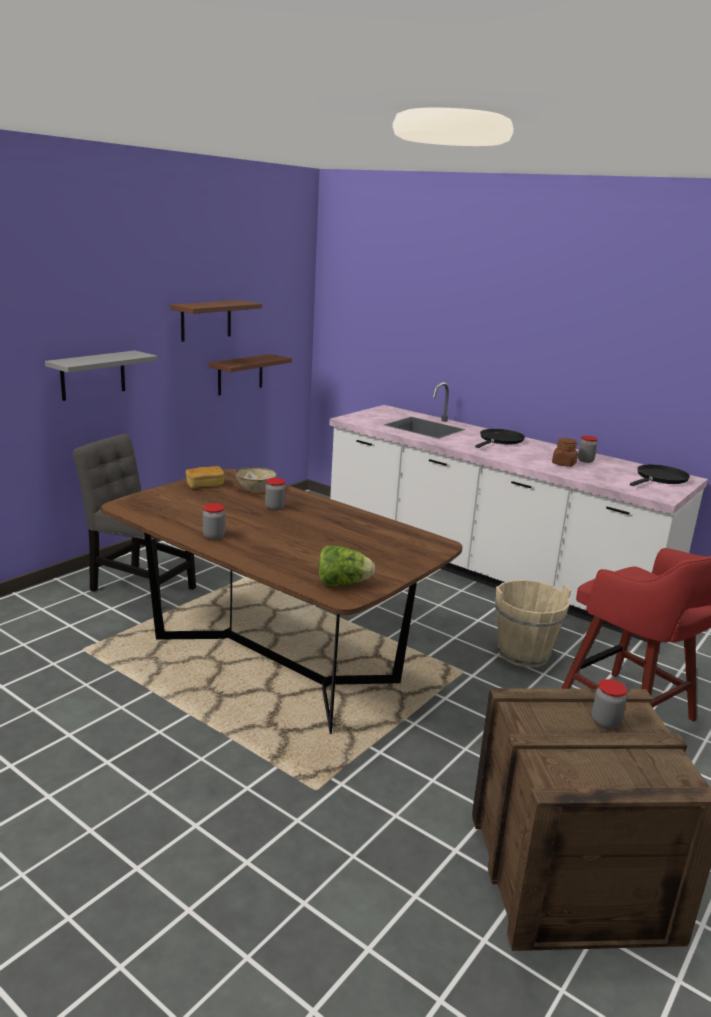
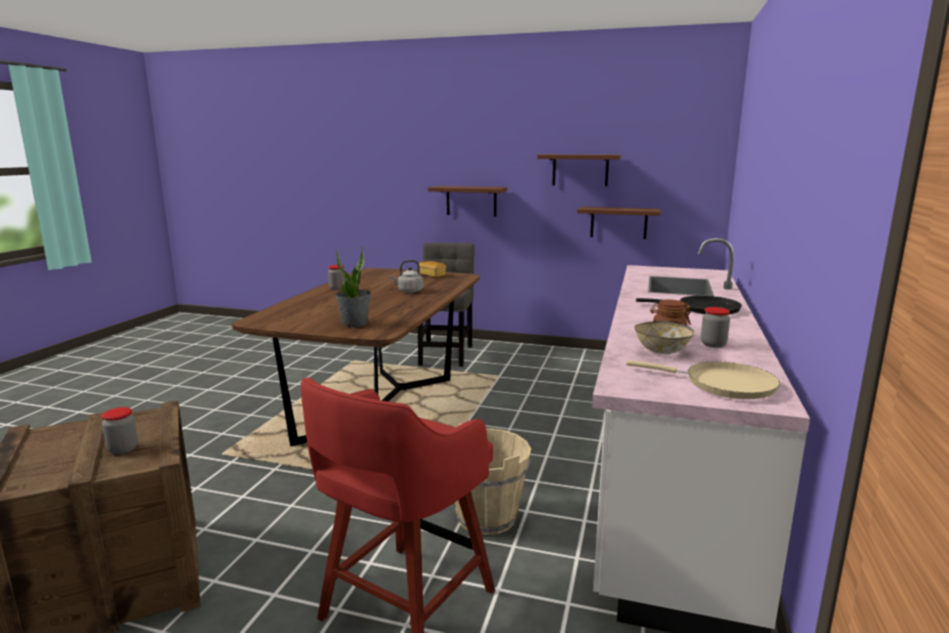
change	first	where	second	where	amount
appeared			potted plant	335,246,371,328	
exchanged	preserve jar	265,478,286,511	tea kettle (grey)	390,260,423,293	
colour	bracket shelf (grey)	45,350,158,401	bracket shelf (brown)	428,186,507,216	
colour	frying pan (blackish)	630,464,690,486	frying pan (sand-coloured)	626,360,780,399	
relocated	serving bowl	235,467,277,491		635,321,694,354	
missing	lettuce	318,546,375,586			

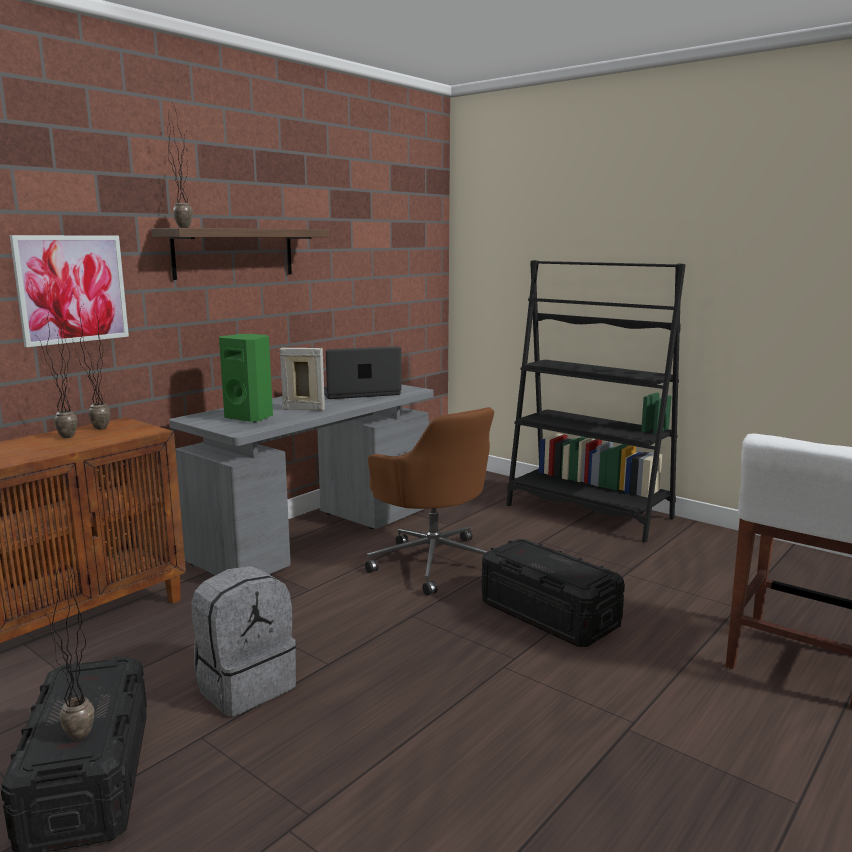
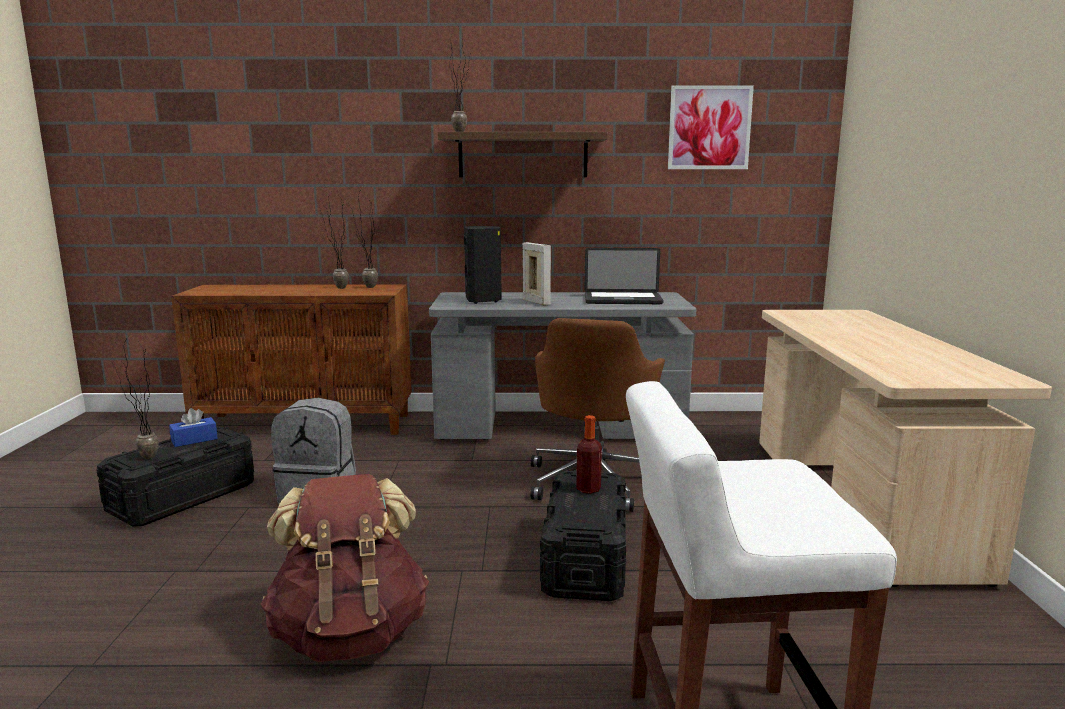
change	first	where	second	where	amount
appeared			tissue box (bluish)	169,408,218,447	
appeared			rucksack (brown)	261,474,429,662	
colour	loudspeaker (green-coloured)	219,334,273,423	loudspeaker (blackish)	464,226,502,304	
appeared			bottle	576,415,602,494	
spun	notebook computer	324,346,402,399		584,248,663,304	150 degrees clockwise
relocated	picture	10,235,129,347		668,85,754,169	
exchanged	shelving unit (blackish)	506,260,686,542	desk table (sand-coloured)	759,310,1052,587	

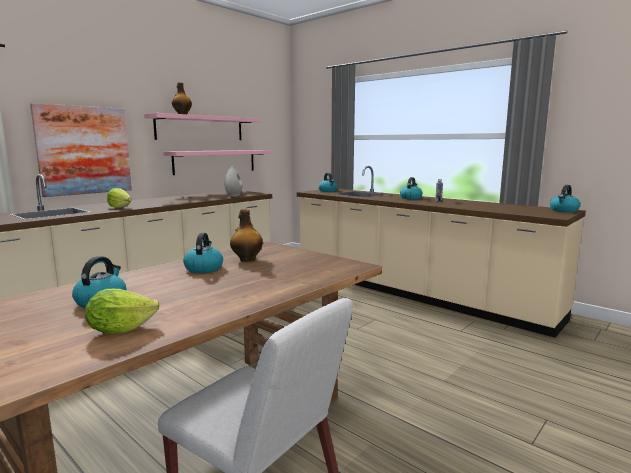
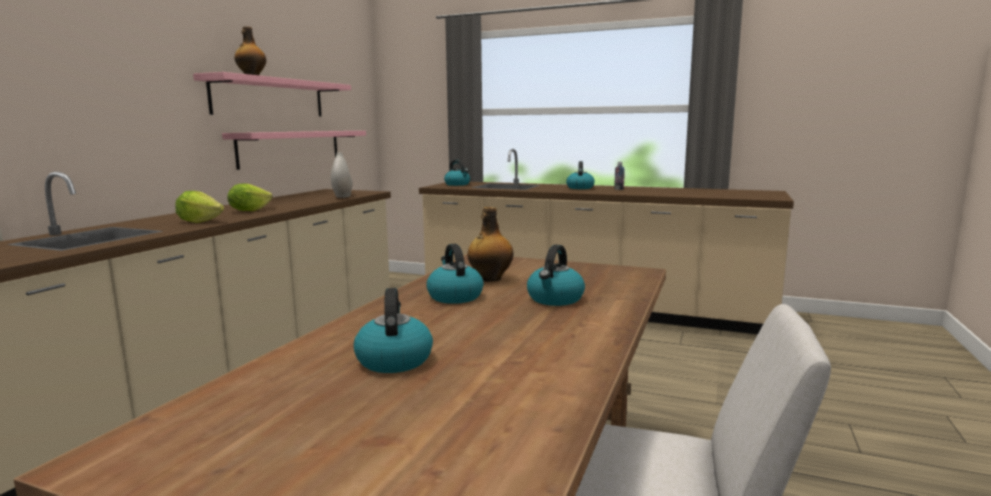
change	first	where	second	where	amount
relocated	lettuce	85,289,160,334		228,184,273,211	
relocated	tea kettle	550,185,581,212		527,245,585,306	
missing	picture	30,103,132,197			

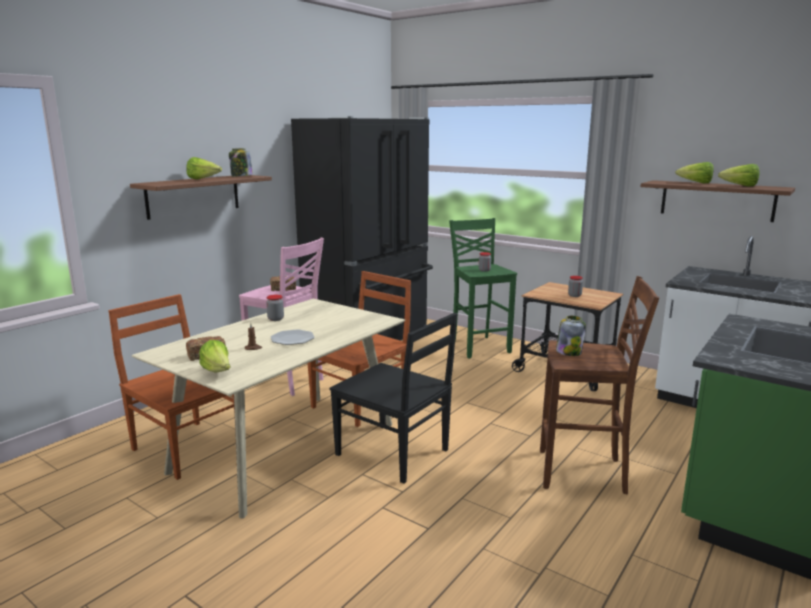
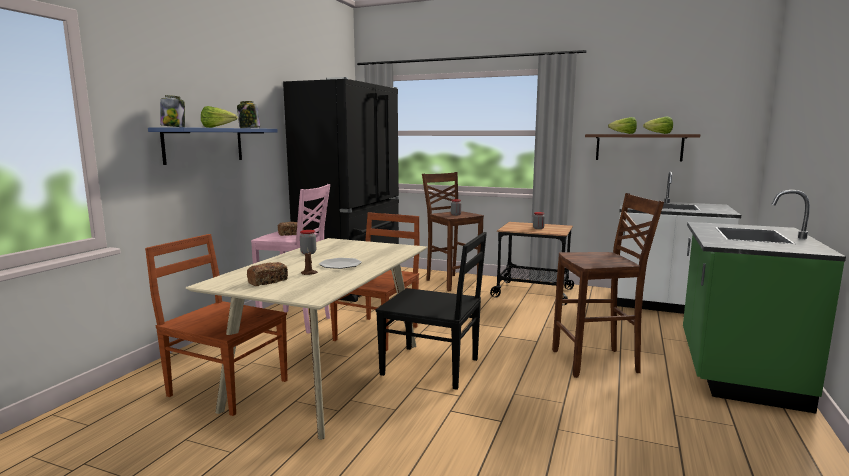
change	first	where	second	where	amount
colour	bracket shelf (brown)	130,175,272,220	bracket shelf (bluish)	148,127,278,165	
relocated	preserve jar	556,316,586,356		160,95,185,127	
colour	stool (green-coloured)	449,218,517,359	stool (brown)	422,172,484,291	
missing	lettuce	199,340,230,372			

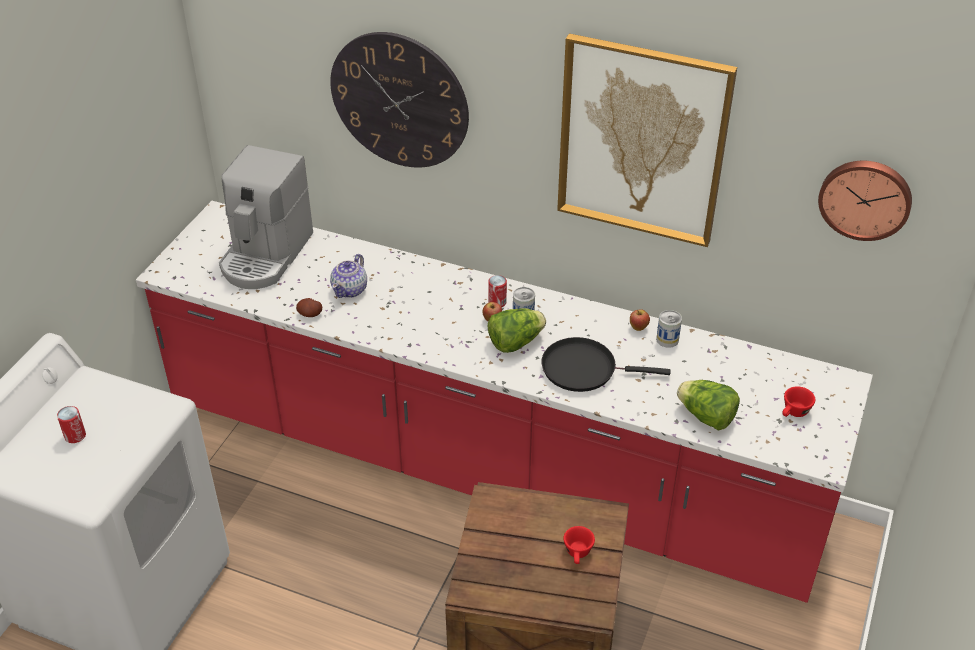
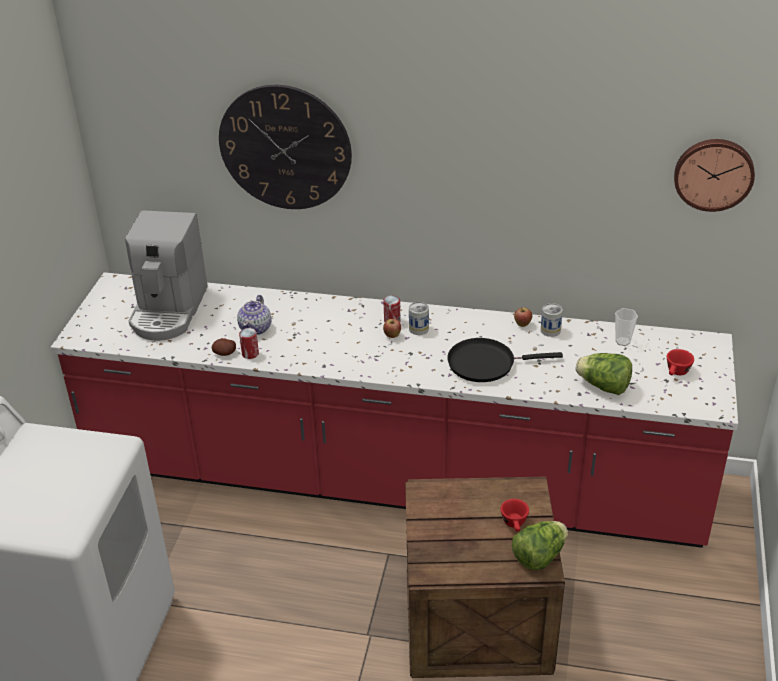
change	first	where	second	where	amount
relocated	sealed can	57,406,86,443		239,328,259,359	
relocated	lettuce	488,308,546,353		512,521,568,570	
appeared			cup	615,308,638,346	
missing	picture	557,33,737,247			

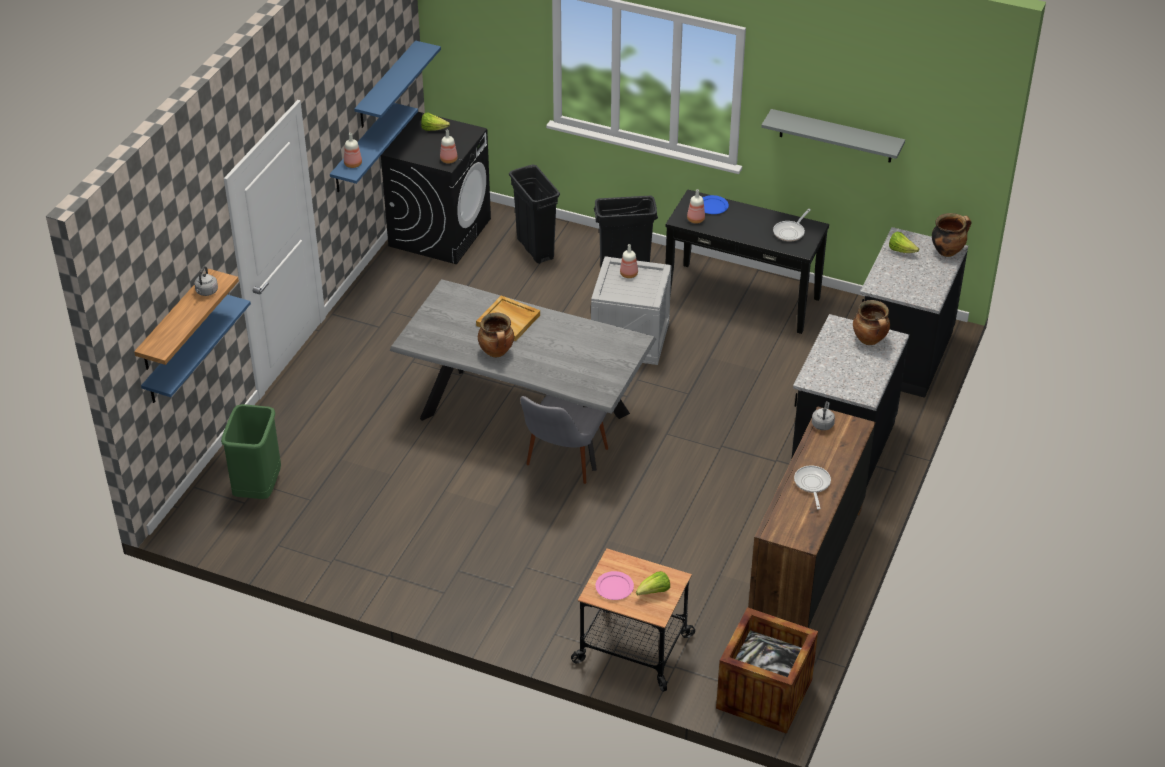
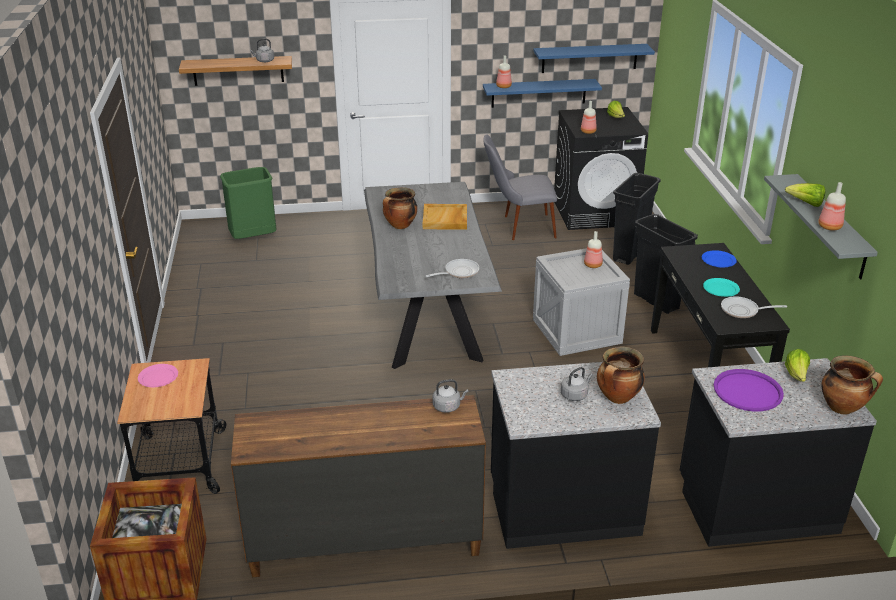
change	first	where	second	where	amount
relocated	frying pan	794,465,831,510		426,259,479,278	
relocated	plain chair (grey)	520,395,608,484		483,134,557,240	
appeared			tea kettle (grey)	561,367,593,401	
appeared			dinner plate (blue-green)	703,278,740,297	
appeared			carrying tray (purple-coloured)	714,369,784,412	
relocated	lettuce	636,571,670,596		785,183,825,207	
relocated	bottle	687,189,705,224		818,182,846,231	
missing	bracket shelf (bluish)	141,295,251,403			

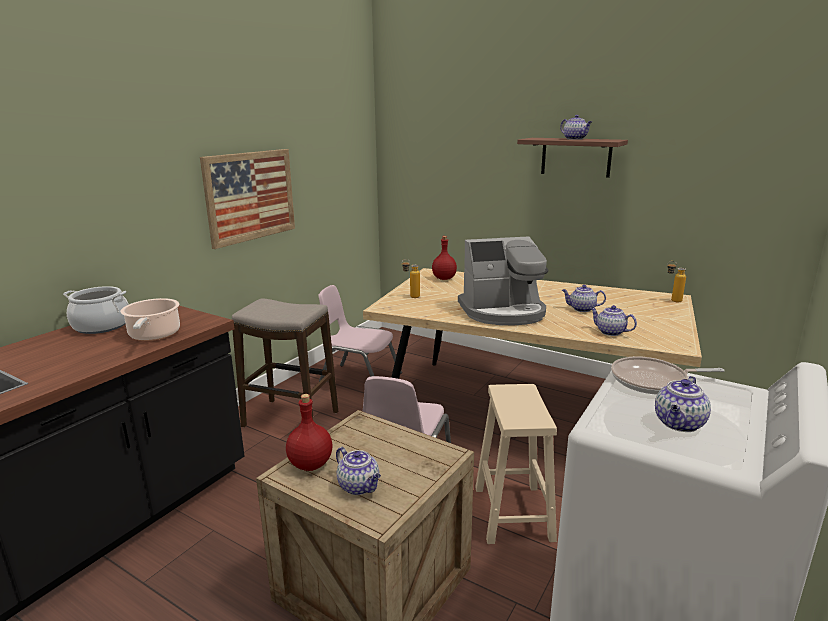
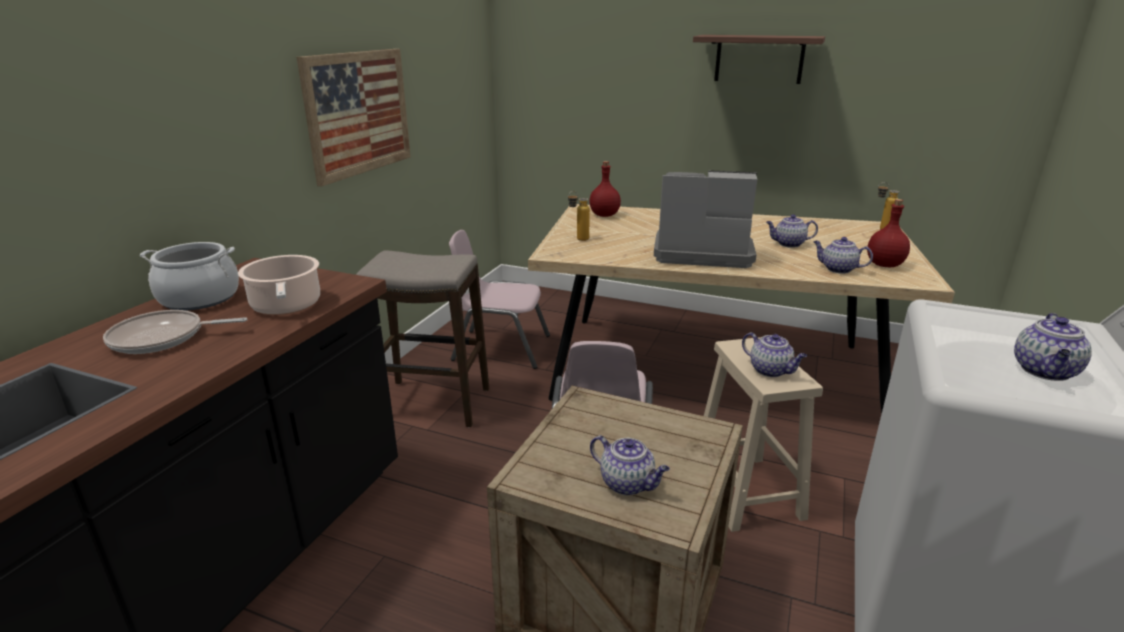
change	first	where	second	where	amount
relocated	frying pan	611,356,725,395		103,310,248,354	
spun	coffee brewer	458,237,548,325		654,170,757,268	150 degrees counterclockwise
relocated	tea pot	560,115,592,140		742,332,807,377	
relocated	bottle (red)	286,394,332,471		867,199,910,267	

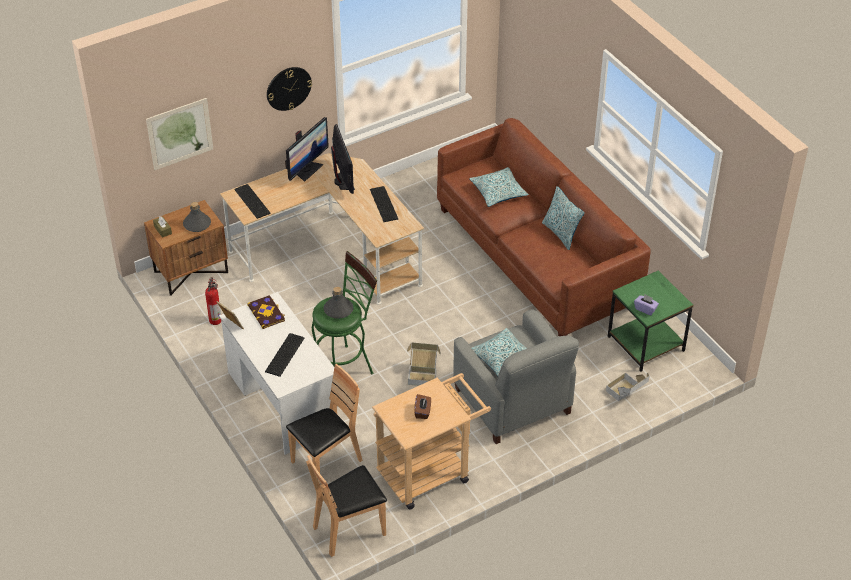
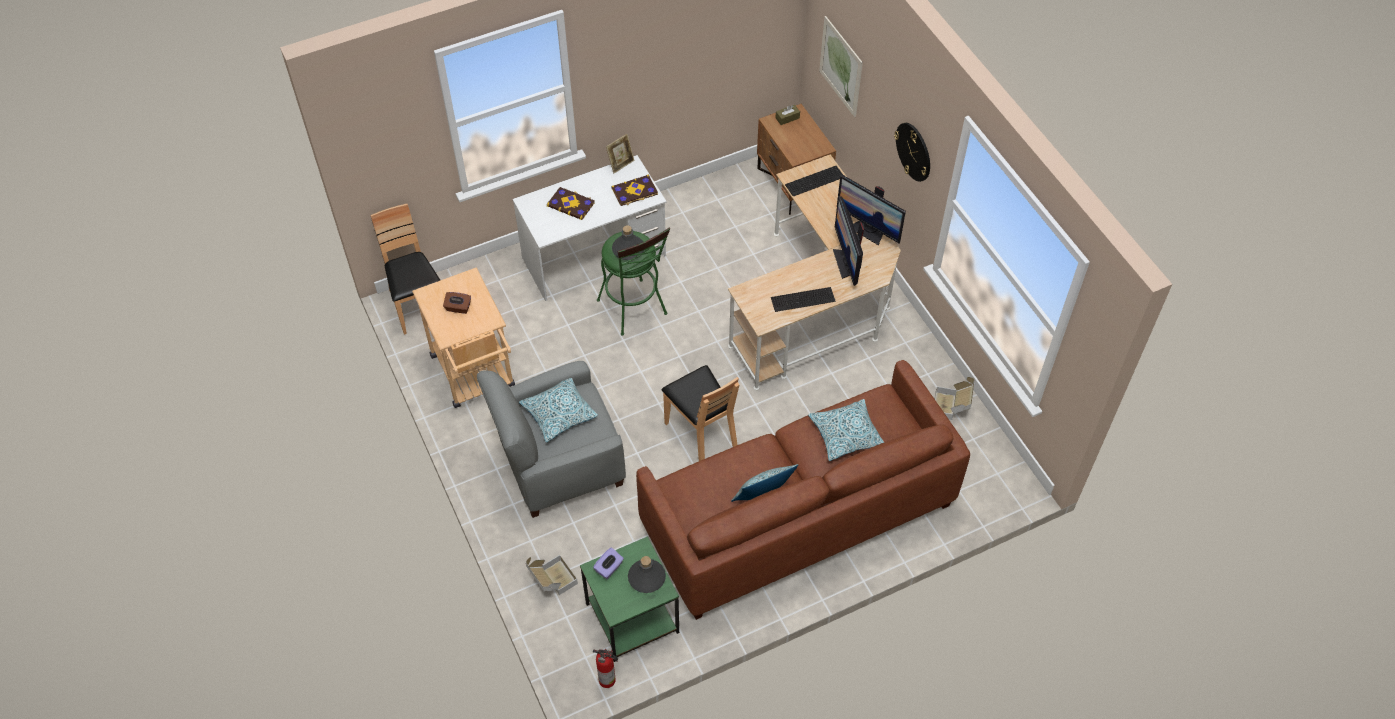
change	first	where	second	where	amount
exchanged	computer keyboard	265,333,304,377	volume	547,187,595,220	
relocated	fire-fighting cylinder	205,277,221,325		593,649,618,688	
relocated	bottle (grey)	183,202,211,232		628,556,666,593	
relocated	plain chair (brown)	286,364,363,473		662,365,740,461	
spun	monitor	331,124,355,194		833,196,865,286	90 degrees clockwise
relocated	cardboard box	407,342,441,386		935,377,975,420	

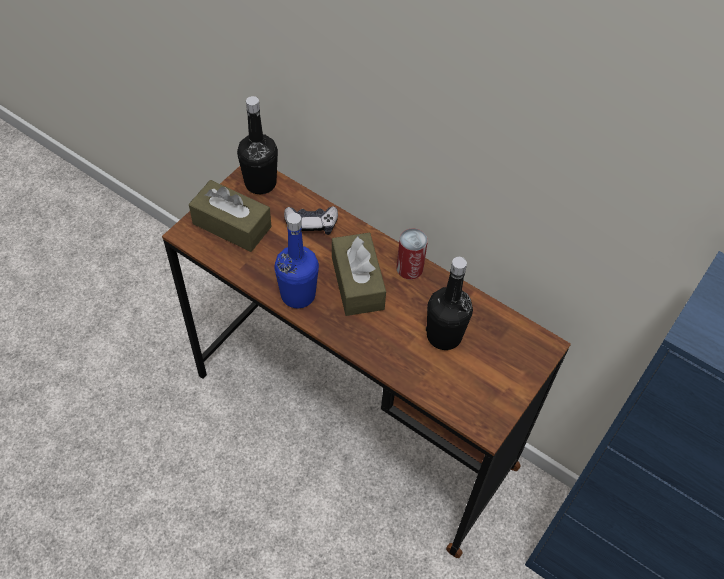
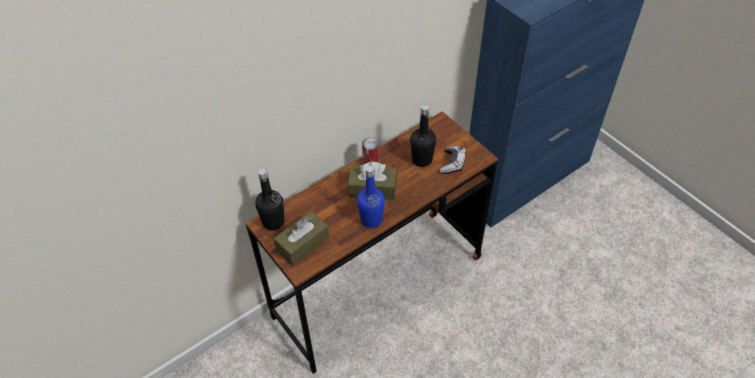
change	first	where	second	where	amount
relocated	joypad	284,206,338,235		440,146,466,174	

